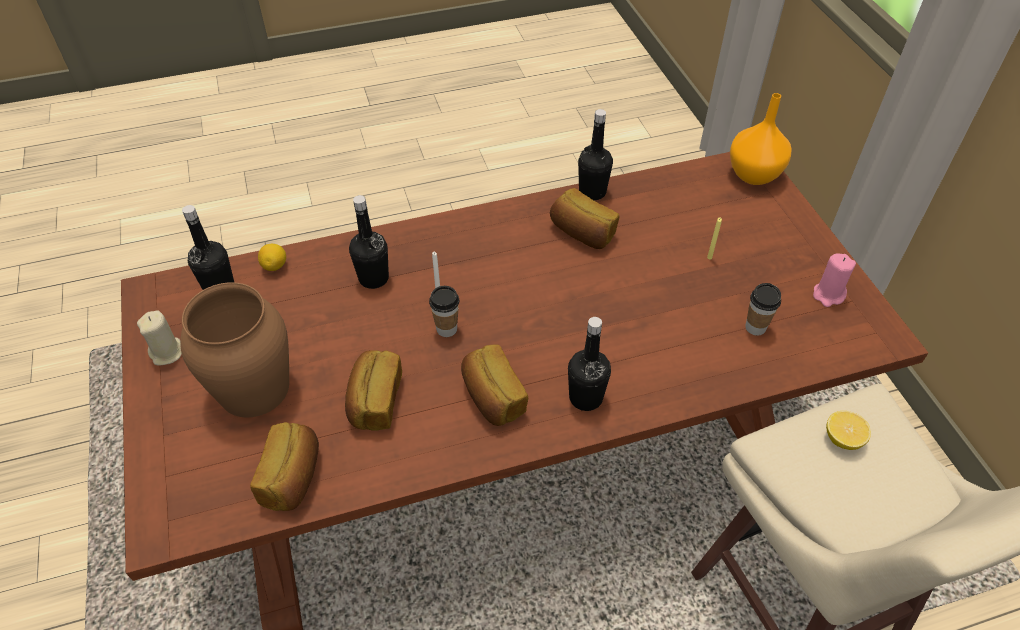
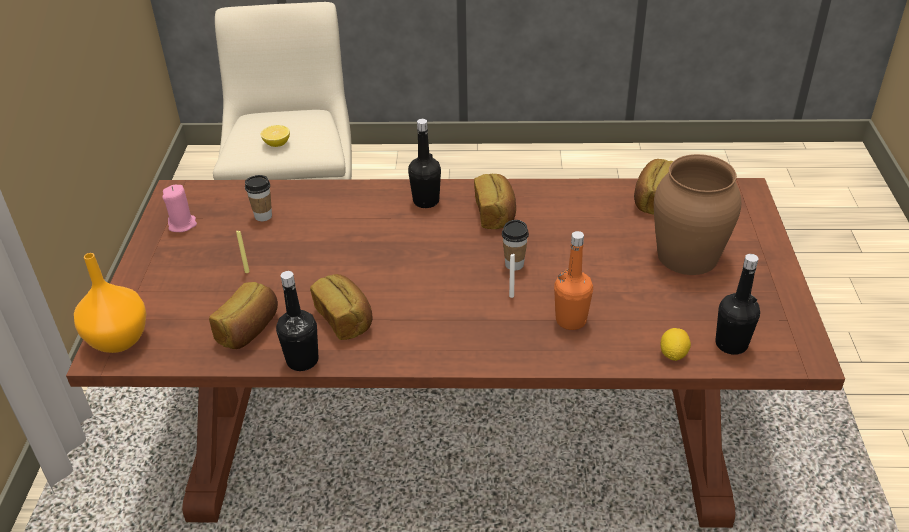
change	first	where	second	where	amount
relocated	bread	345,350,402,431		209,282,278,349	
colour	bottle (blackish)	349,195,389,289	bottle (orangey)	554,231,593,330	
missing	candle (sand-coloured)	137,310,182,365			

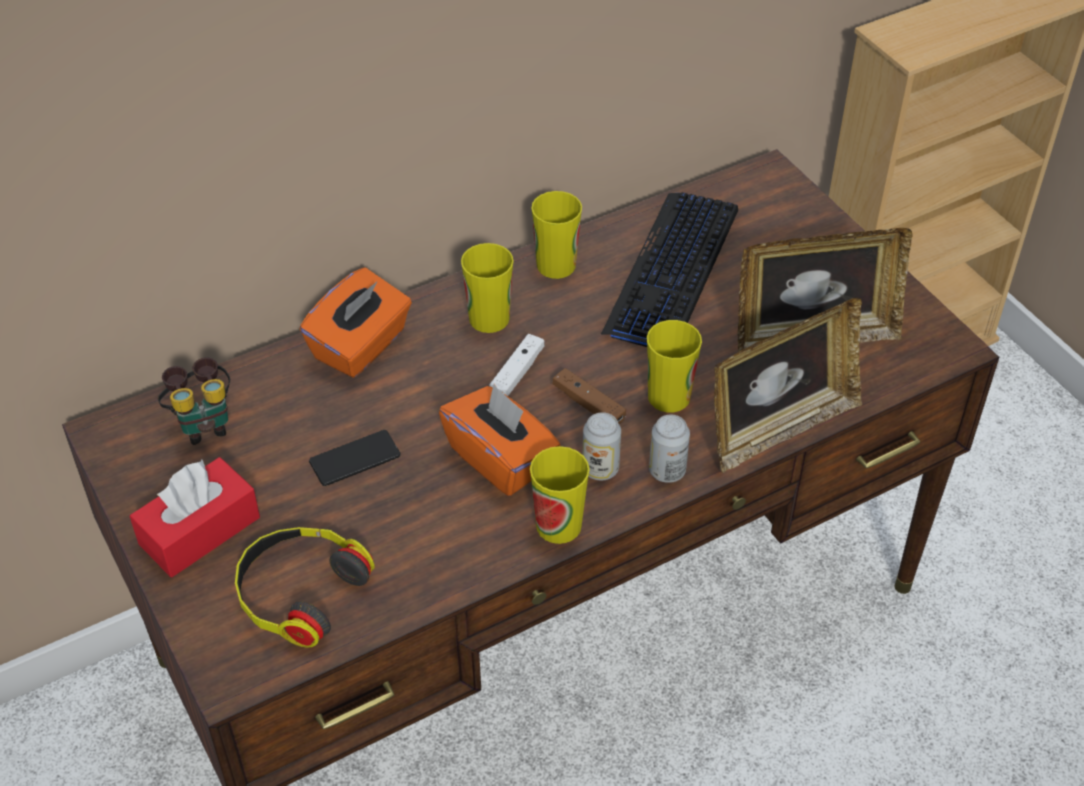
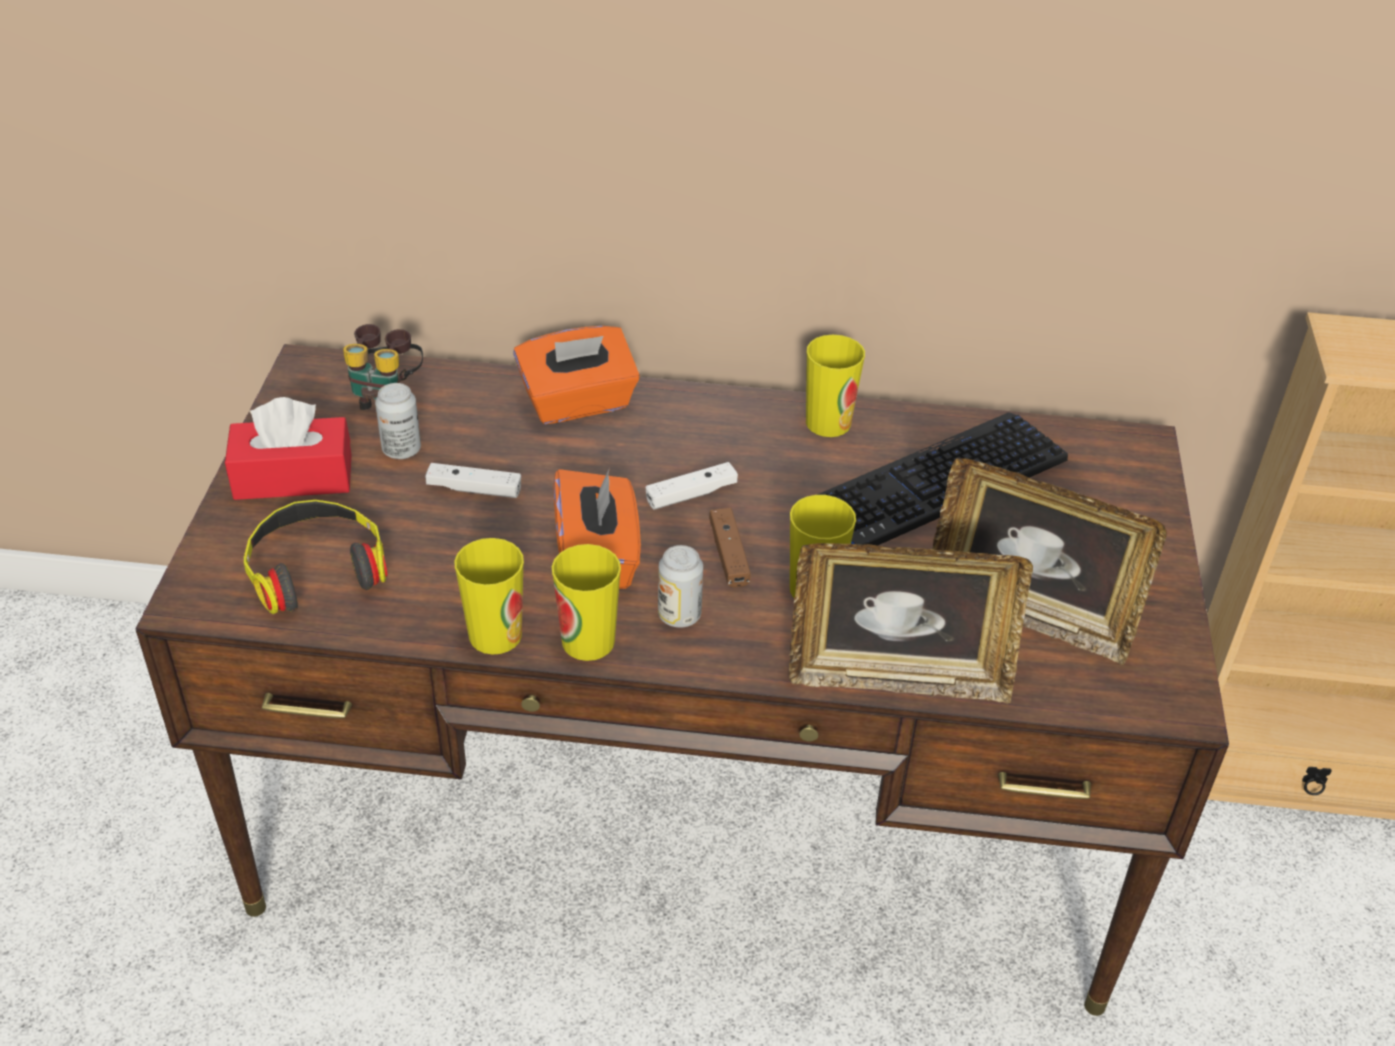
change	first	where	second	where	amount
relocated	sealed can	649,414,690,483		375,383,421,459	
exchanged	telephone	309,430,401,486	joypad (white)	425,463,521,498	
relocated	cup	461,243,514,333		454,538,524,655	

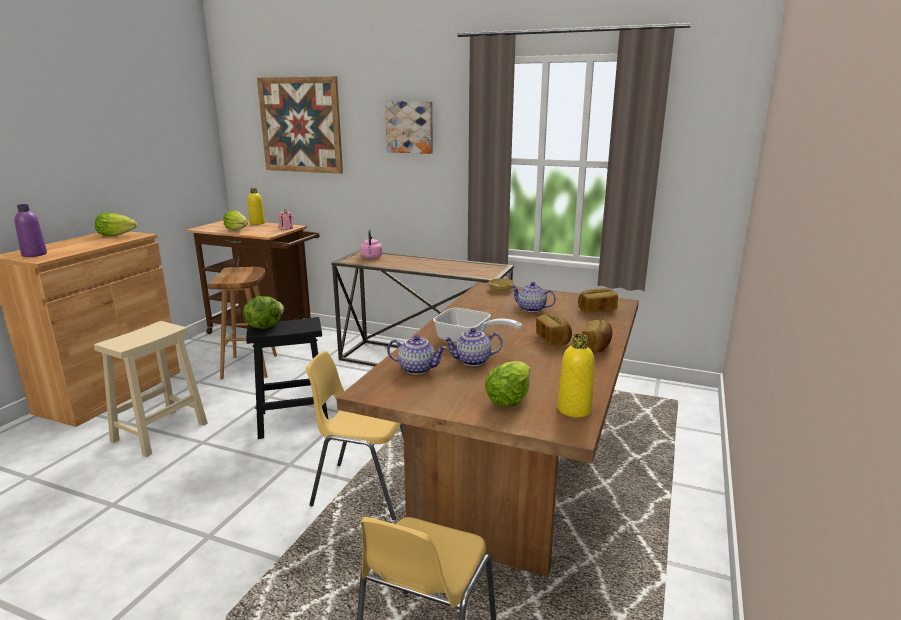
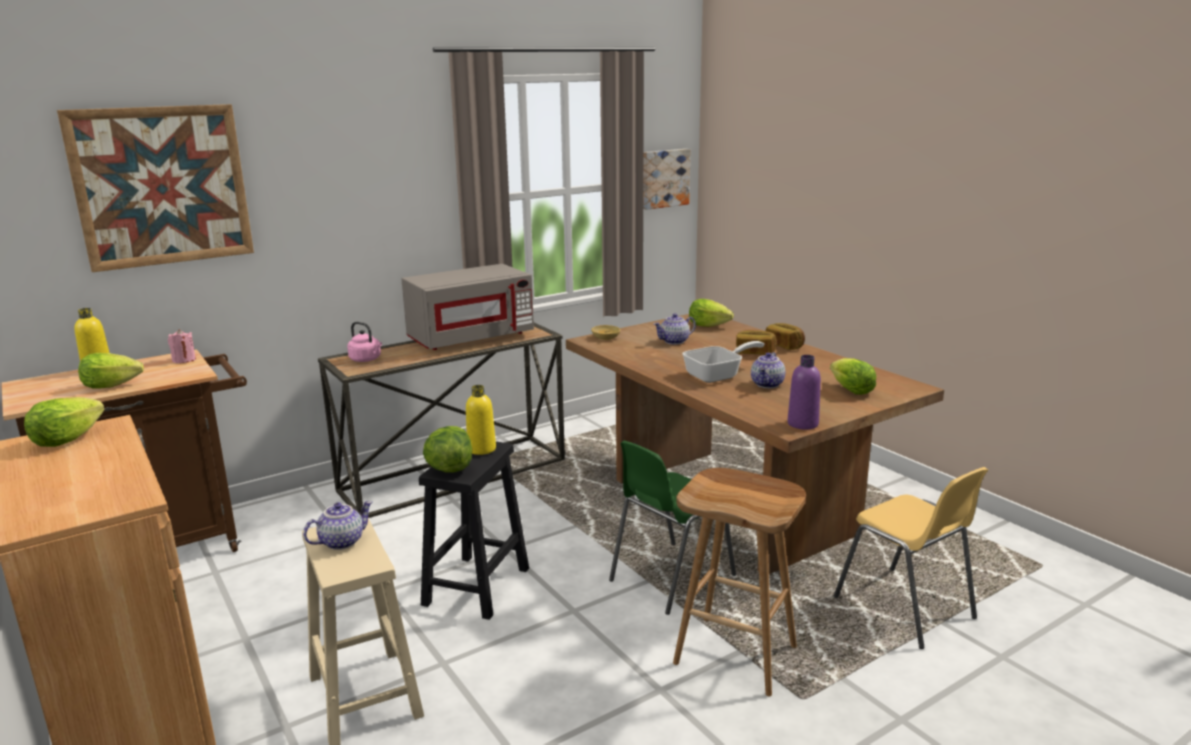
change	first	where	second	where	amount
relocated	tea pot	387,335,447,375		303,501,373,550	
appeared			kitchen microwave (grey)	402,264,534,350	
relocated	bottle (yellowish)	557,334,595,418		466,385,496,455	
colour	plain chair (yellowish)	306,351,403,520	plain chair (green-coloured)	609,441,736,615	
relocated	picture	385,101,433,154		643,149,690,210	
relocated	stool (brown)	207,267,277,380		673,468,806,696	
exchanged	bread	578,288,618,313	lettuce	689,299,734,327	
relocated	bottle (purple-coloured)	14,204,47,257		787,355,821,430	

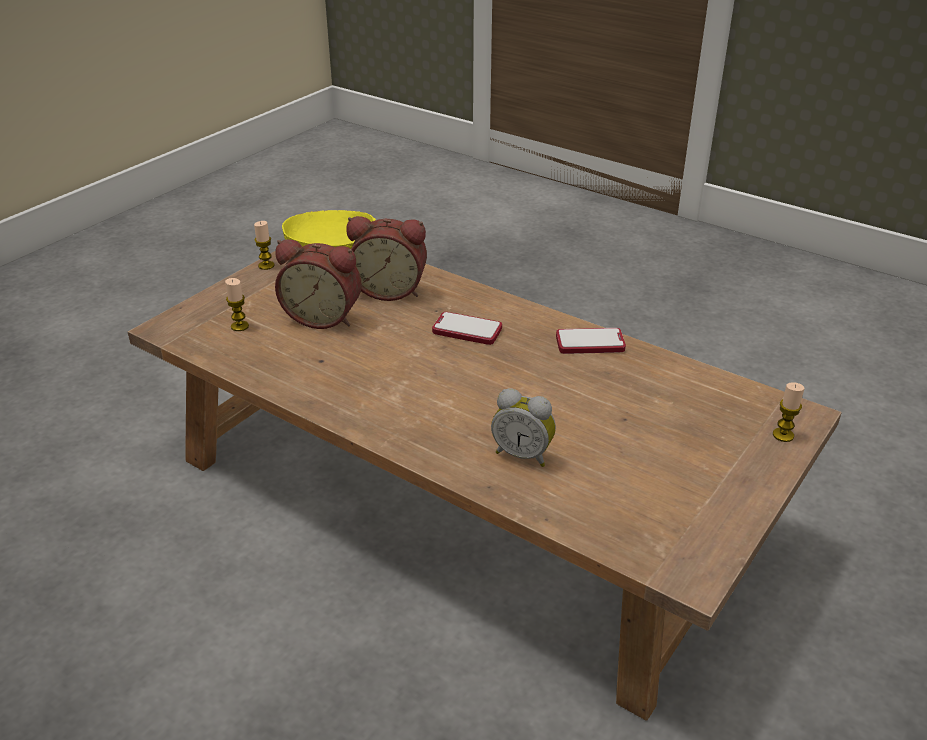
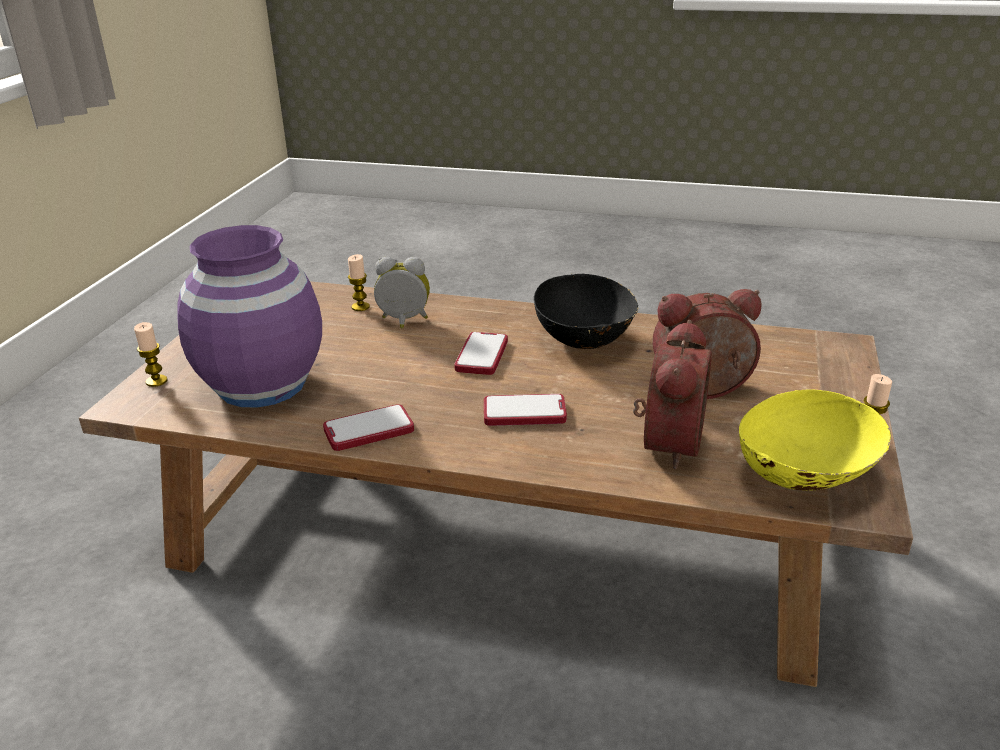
change	first	where	second	where	amount
appeared			decorative vase (purple-coloured)	177,225,322,408	
relocated	candle	225,278,249,331		348,254,370,311	
appeared			telephone	454,332,508,375	
appeared			serving bowl (blackish)	534,273,639,349	
spun	alarm clock	346,216,427,301		633,320,712,469	120 degrees clockwise

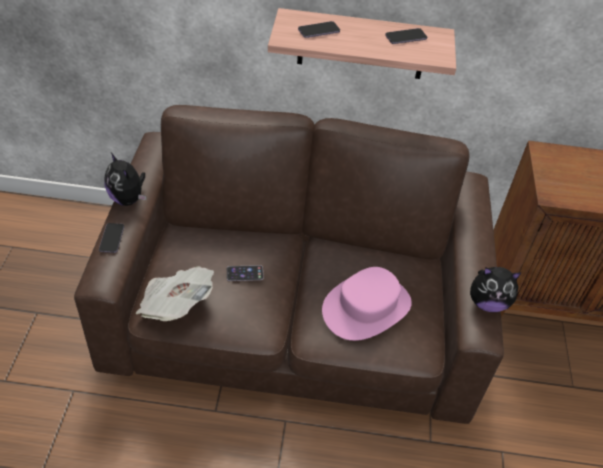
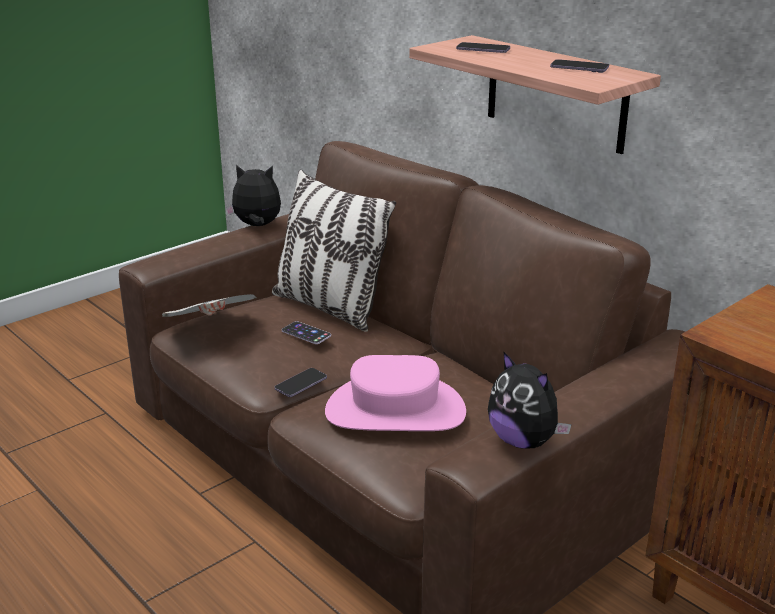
change	first	where	second	where	amount
spun	cuddly toy	105,153,147,206		225,165,281,226	90 degrees clockwise
appeared			pillow	272,170,396,332	
relocated	telephone	99,223,124,253		275,368,327,397	

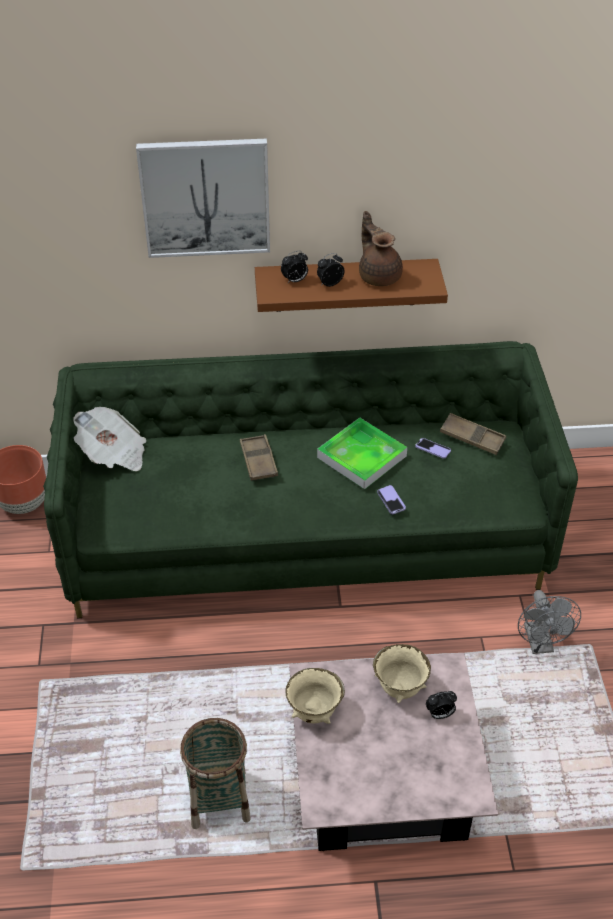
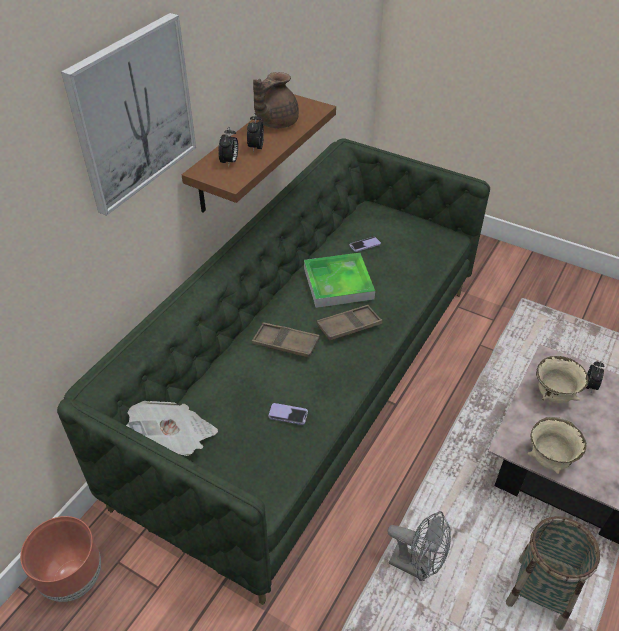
change	first	where	second	where	amount
spun	tea pot (brown)	359,211,403,286		253,72,299,128	60 degrees counterclockwise
relocated	telephone	377,485,406,514		268,403,308,425	
relocated	carrying tray (brown)	440,413,506,455		316,305,383,340	
relocated	fan (grey)	518,590,581,654		388,511,451,581	

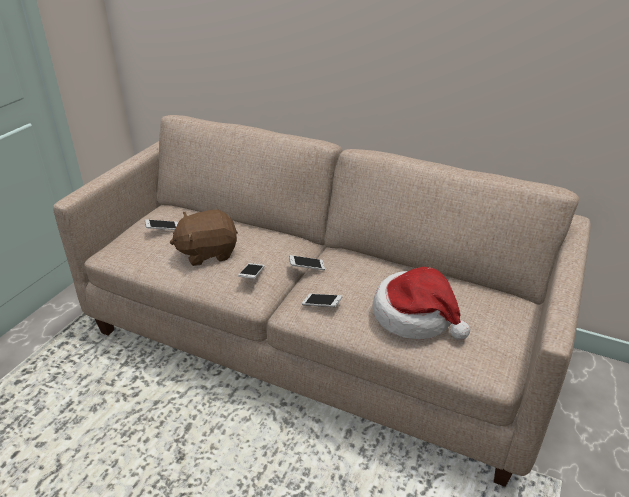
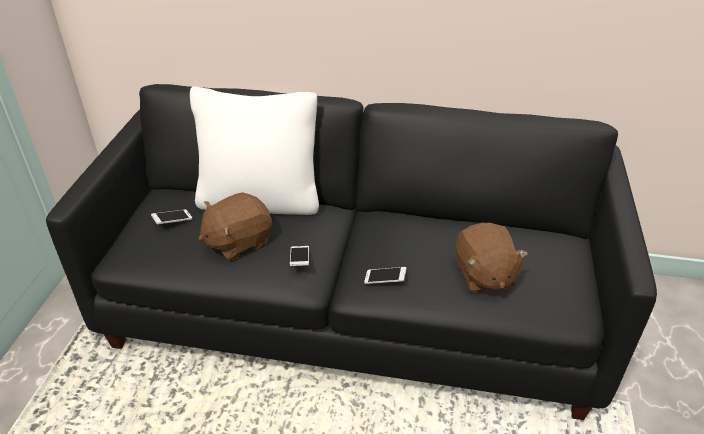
change	first	where	second	where	amount
colour	sofa (sand-coloured)	53,115,591,487	sofa (blackish)	46,84,657,420	
appeared			pillow (white)	190,86,319,215	
exchanged	hat	372,267,470,340	cuddly toy (brown)	456,223,528,293	
missing	telephone	289,255,325,270			

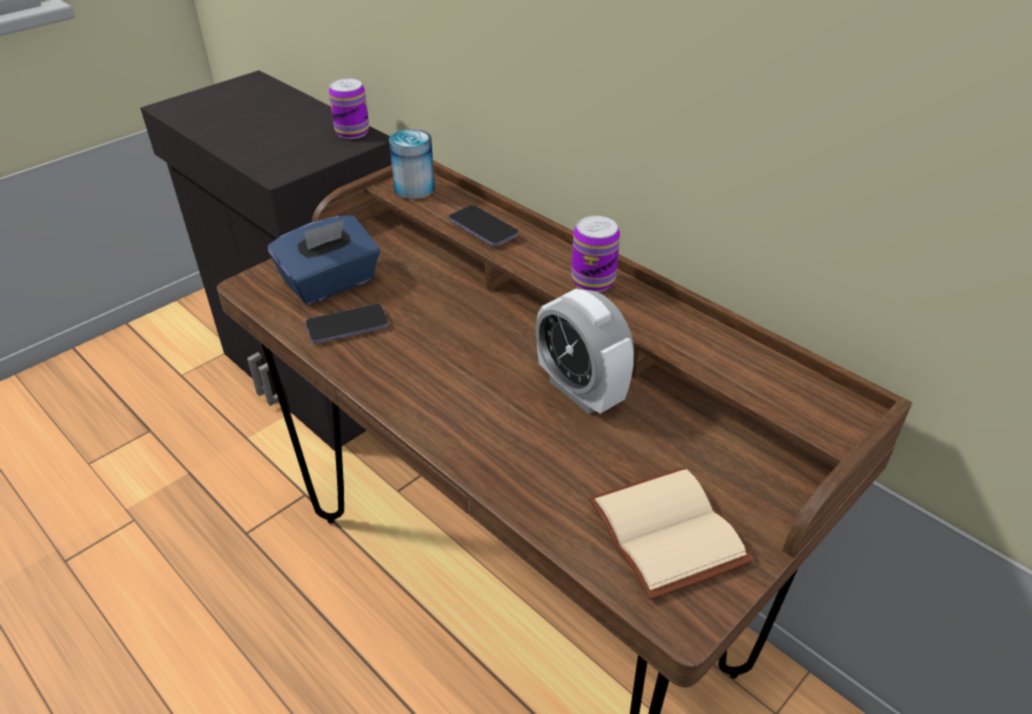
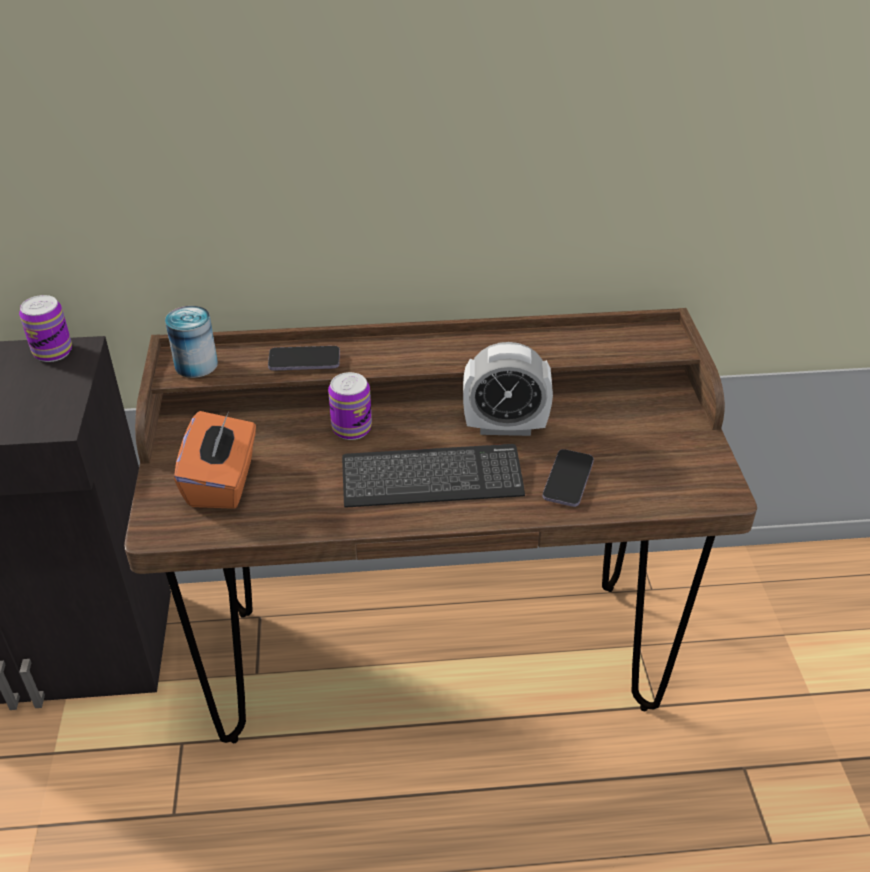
change	first	where	second	where	amount
colour	tissue box (bluish)	268,215,380,305	tissue box (orangey)	174,411,256,509	
relocated	sealed can	571,216,620,292		328,372,372,440	
appeared			computer keyboard	342,444,525,508	
relocated	telephone	306,304,389,344		543,449,594,507	
missing	volume (sand-coloured)	589,467,754,600			

